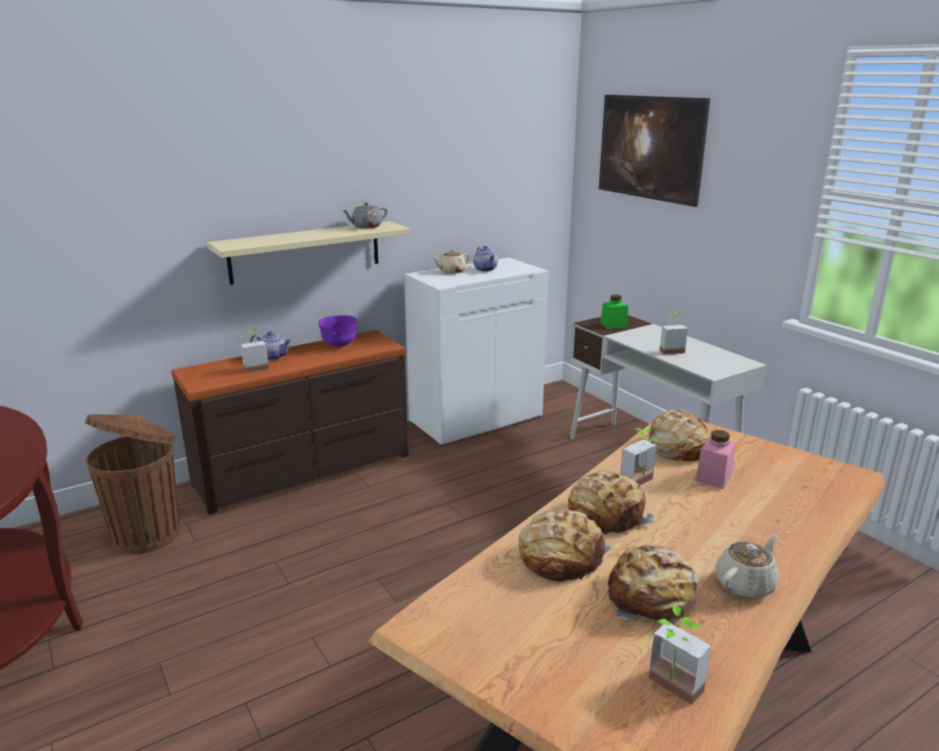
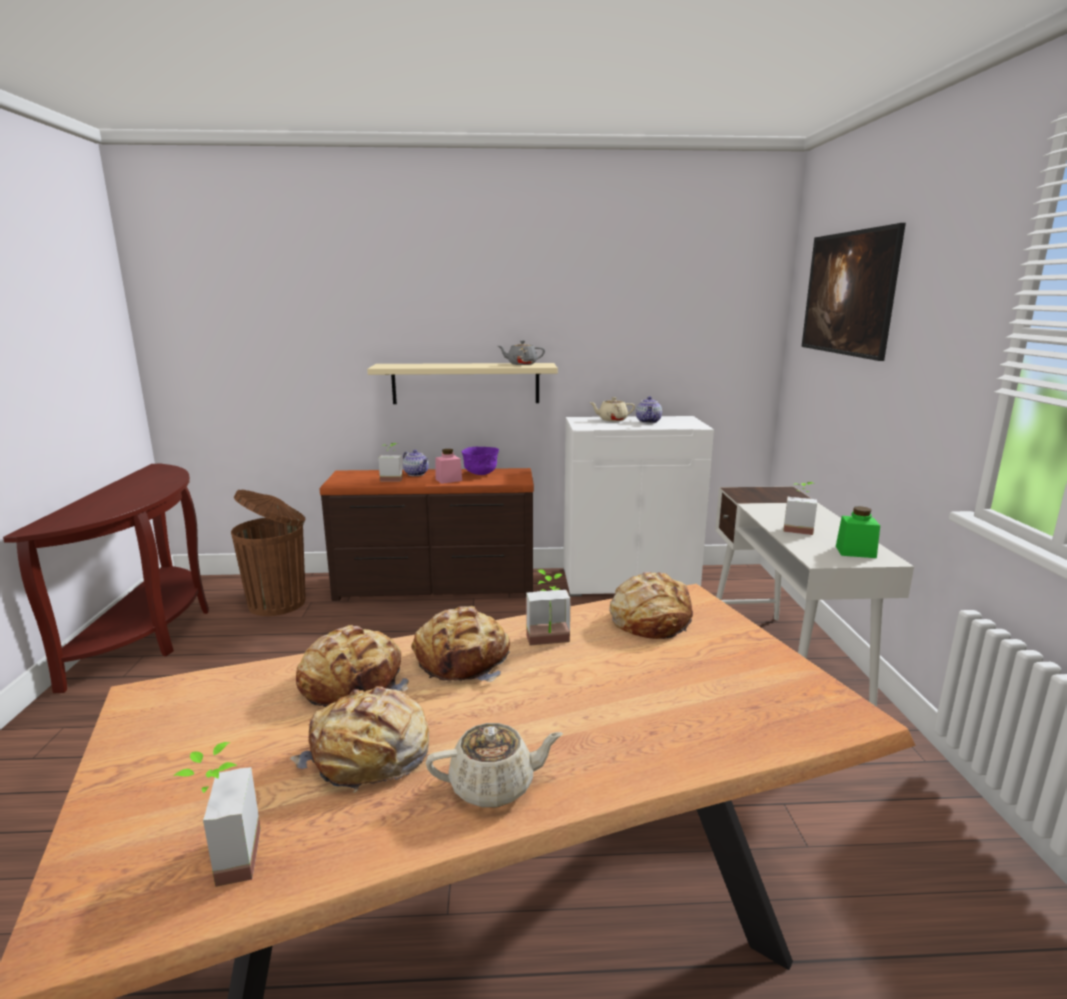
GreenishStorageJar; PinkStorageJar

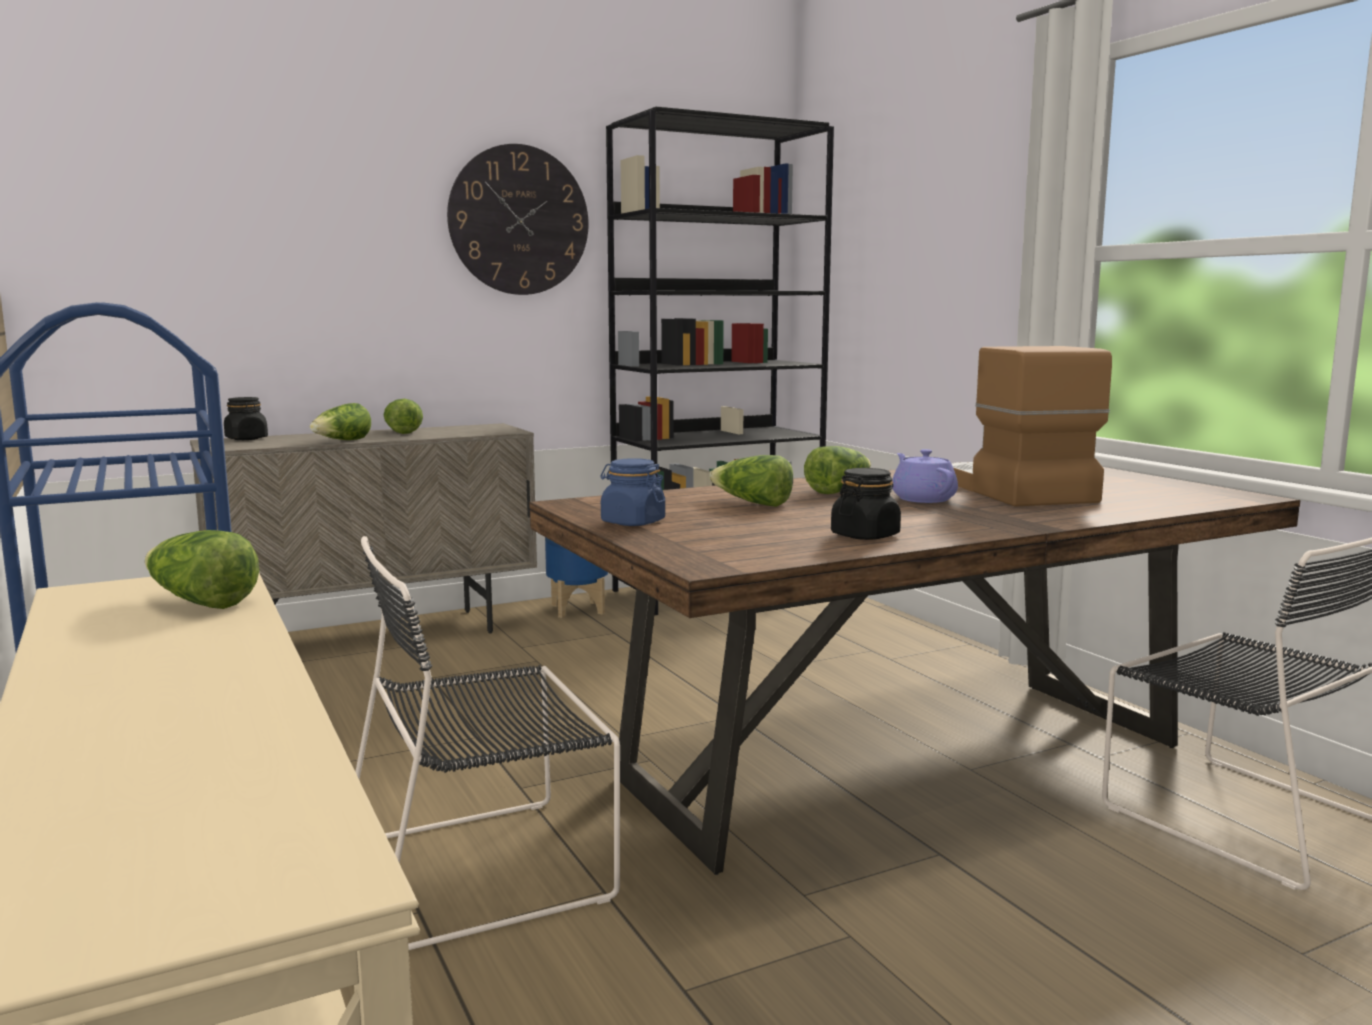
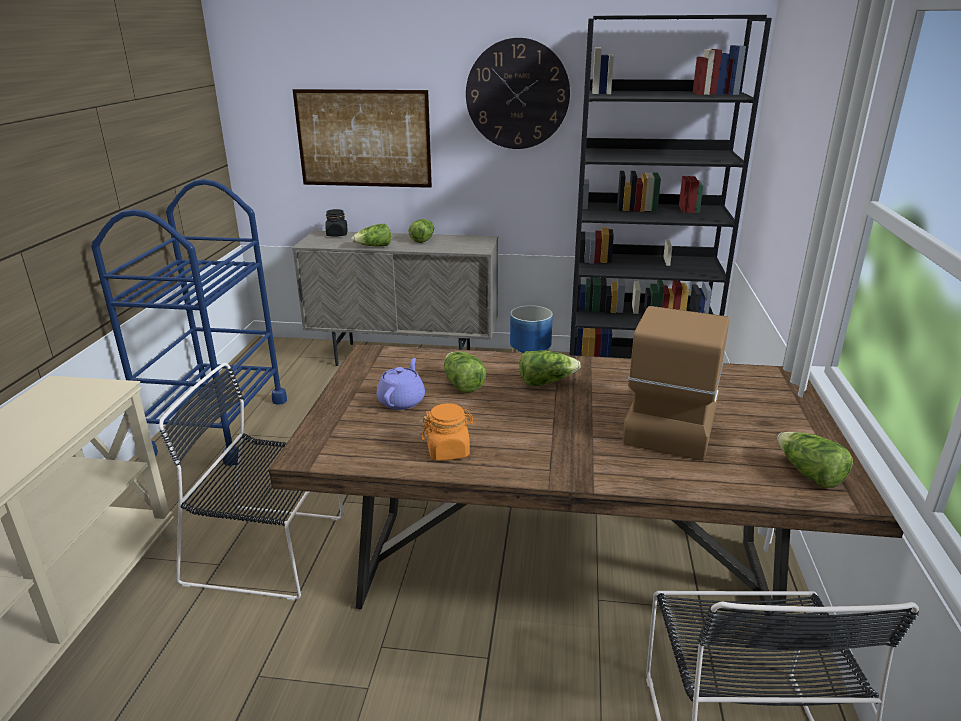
HeadOfLettuce (no. 5 from left); BlueColouredStorageJar; OrangeColouredStorageJar; PurpleColouredTeaPot; WallArt

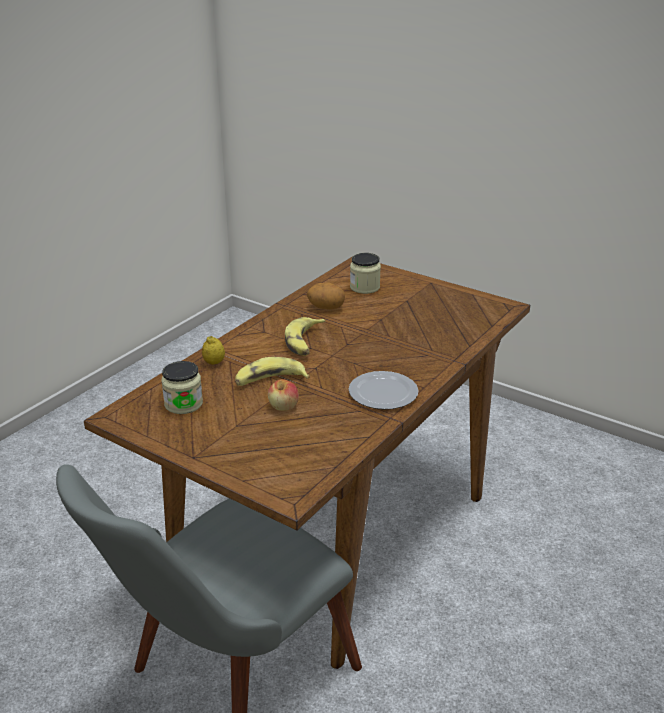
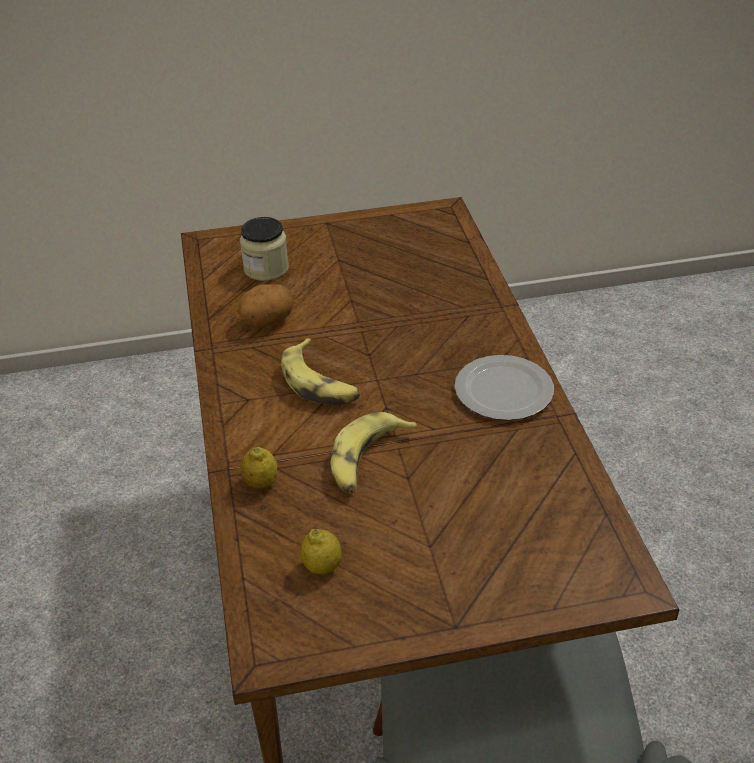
CitrusFruit (no. 2 from left); WholeApple

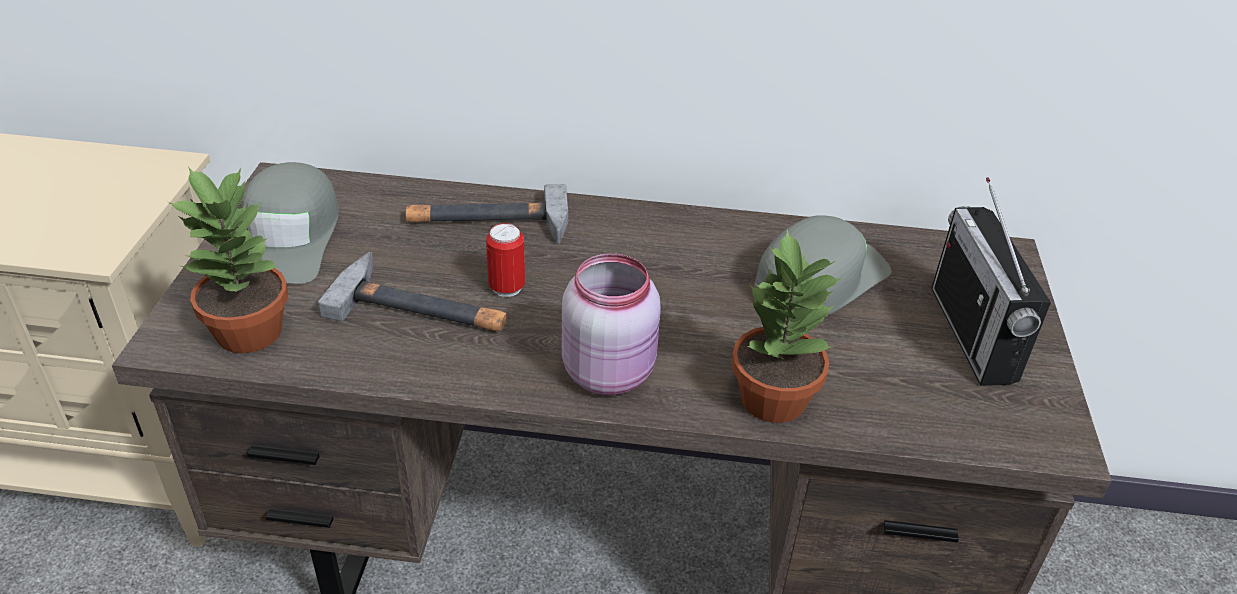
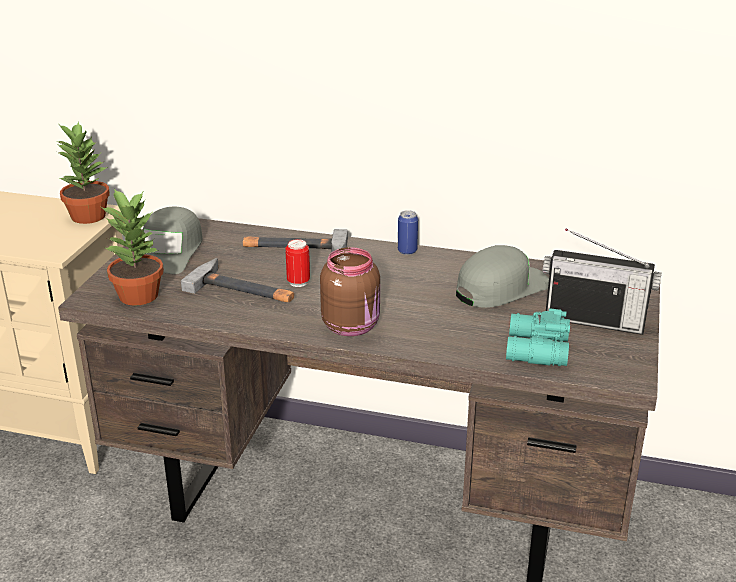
BrownStorageJar; PottedPlant (no. 1 from left); RadioReceiver; MetalCan (no. 2 from left); TurquoiseColouredBinoculars

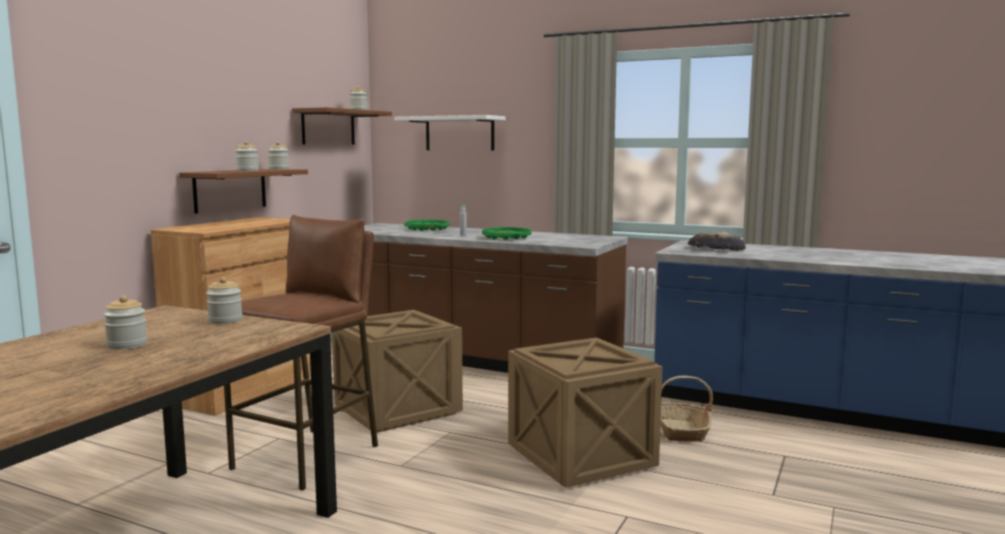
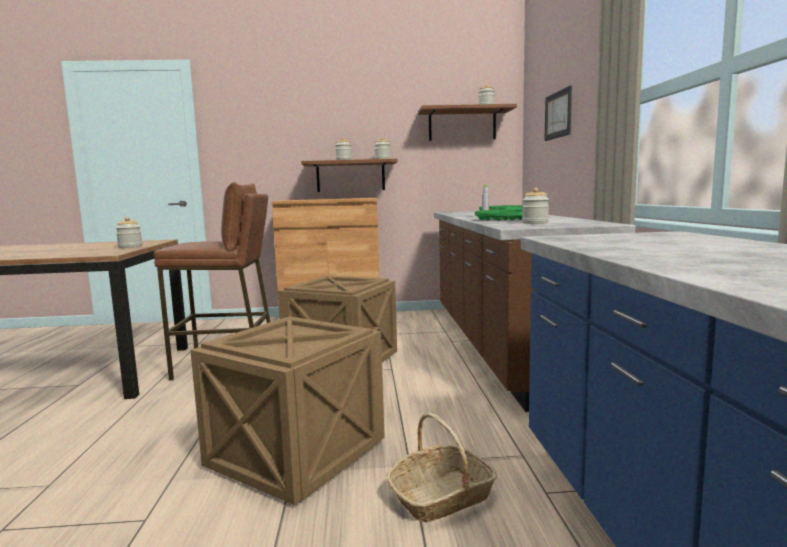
StorageJar (no. 5 from left); WallArt; BakedBread

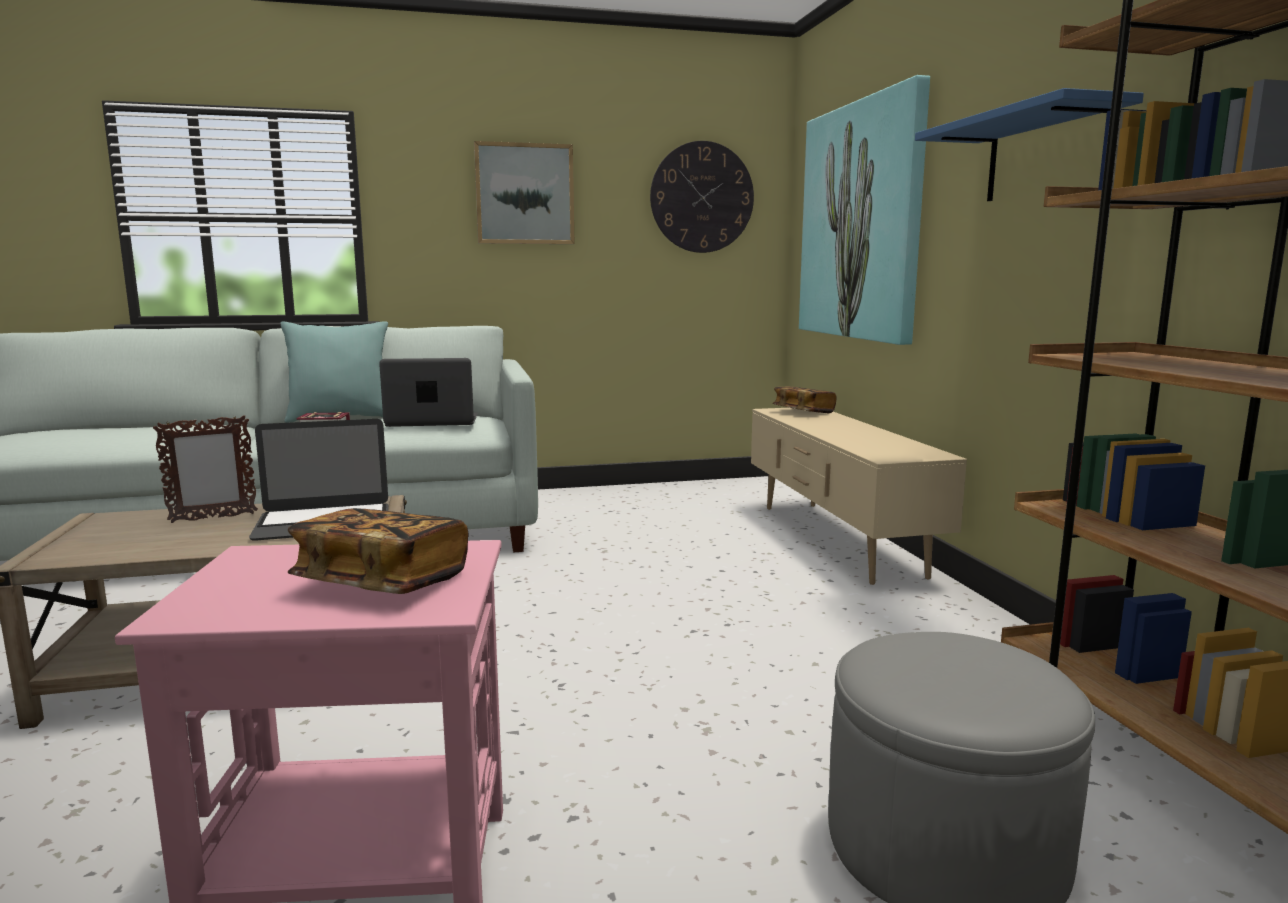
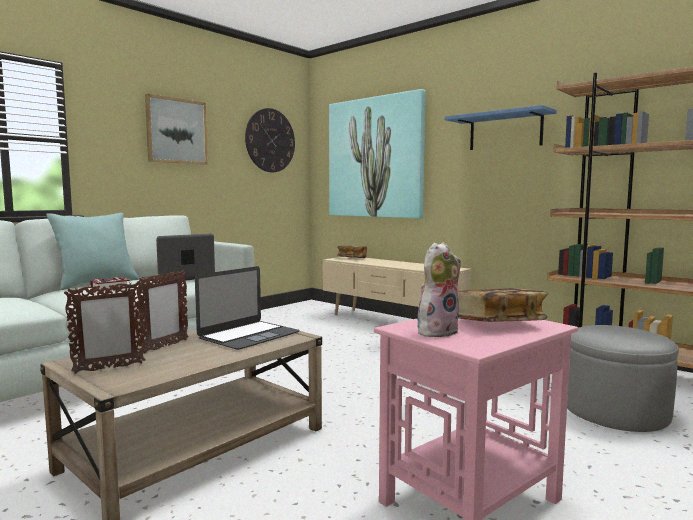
StandingFrame (no. 1 from left); CuddlyToy

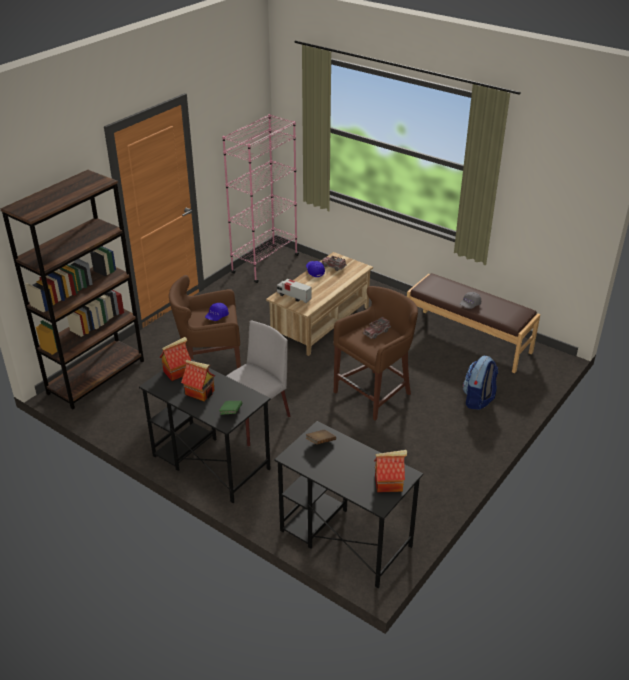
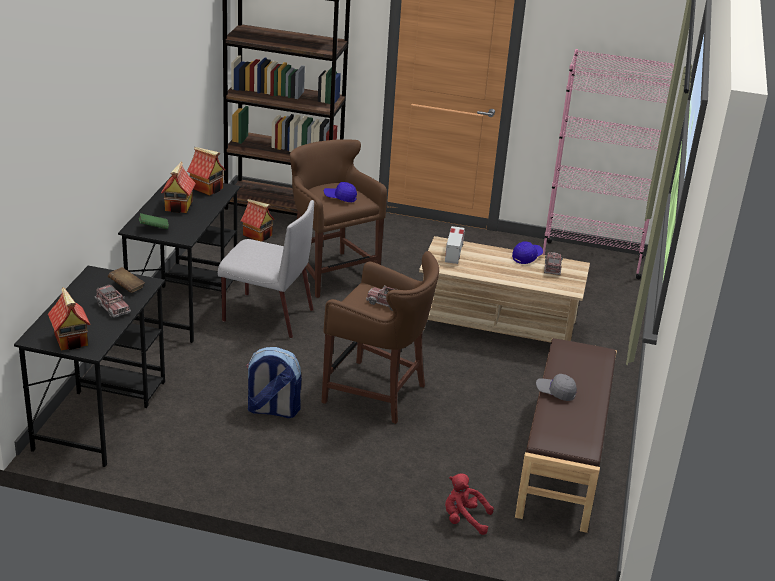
Backpack; ToyTruck (no. 1 from left); ModelHouse (no. 4 from left); RedCuddlyToy

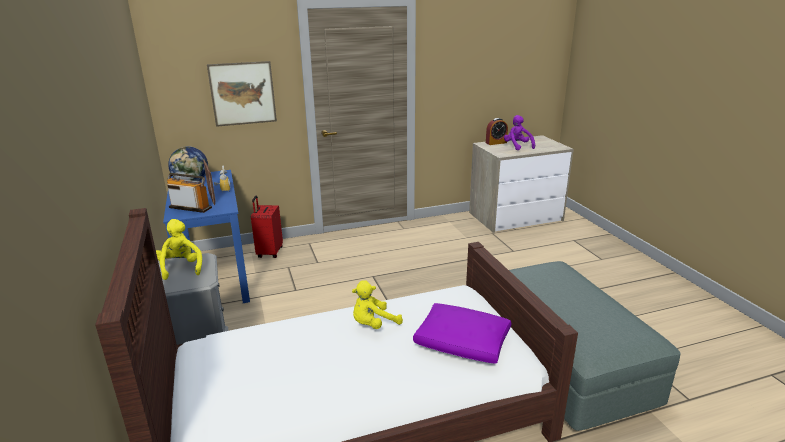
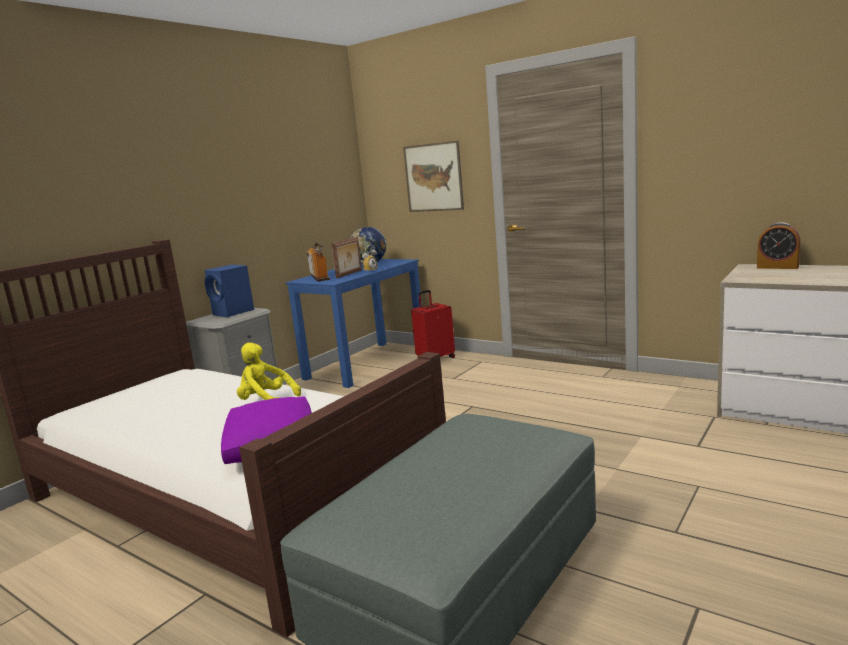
BlueColouredLoudspeaker; PurpleColouredCuddlyToy

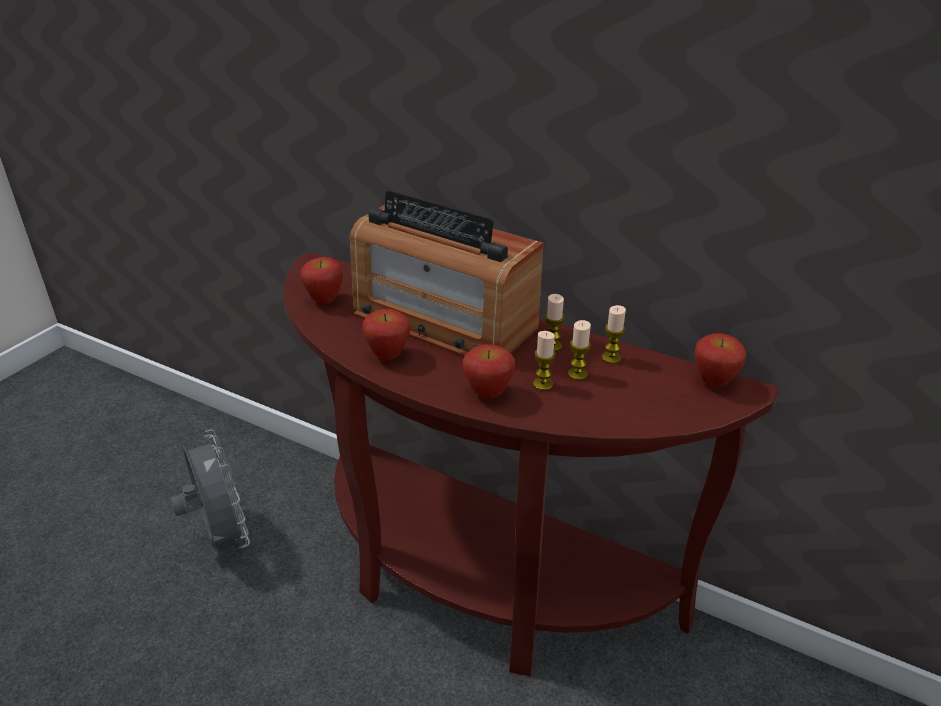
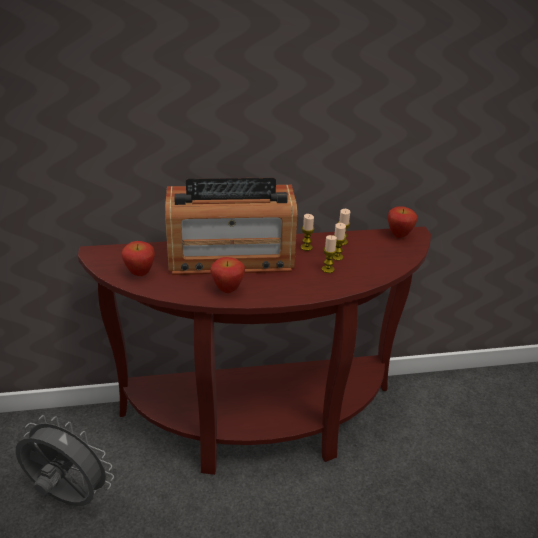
WholeApple (no. 3 from left in the first image)

